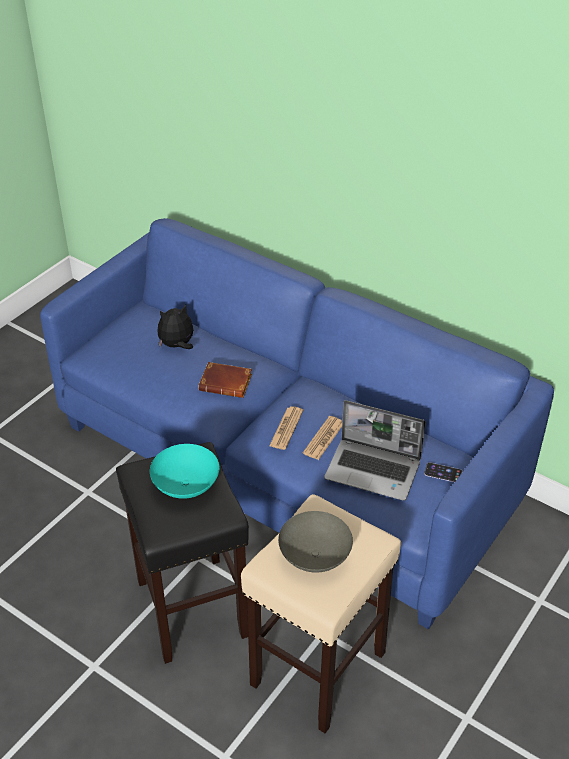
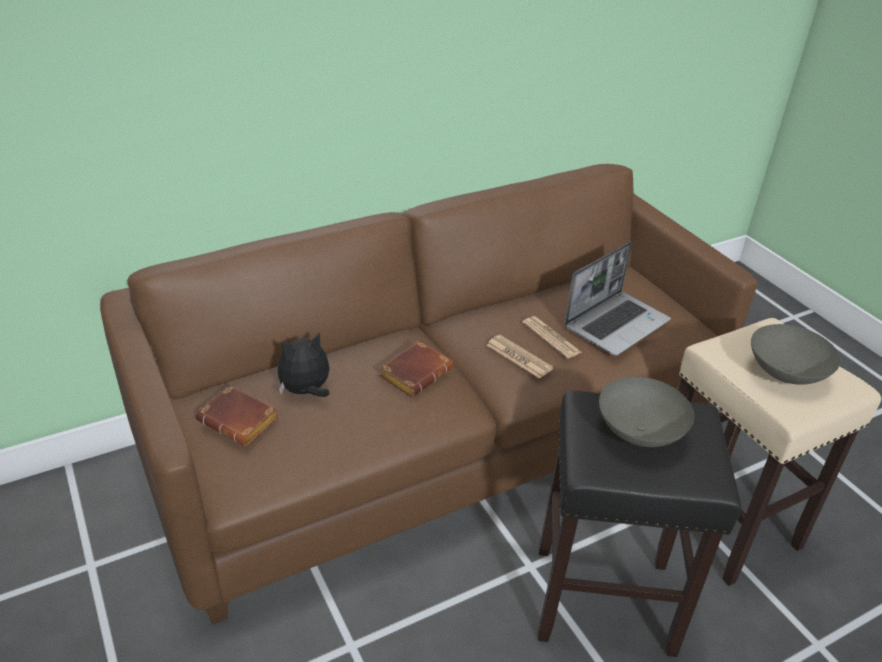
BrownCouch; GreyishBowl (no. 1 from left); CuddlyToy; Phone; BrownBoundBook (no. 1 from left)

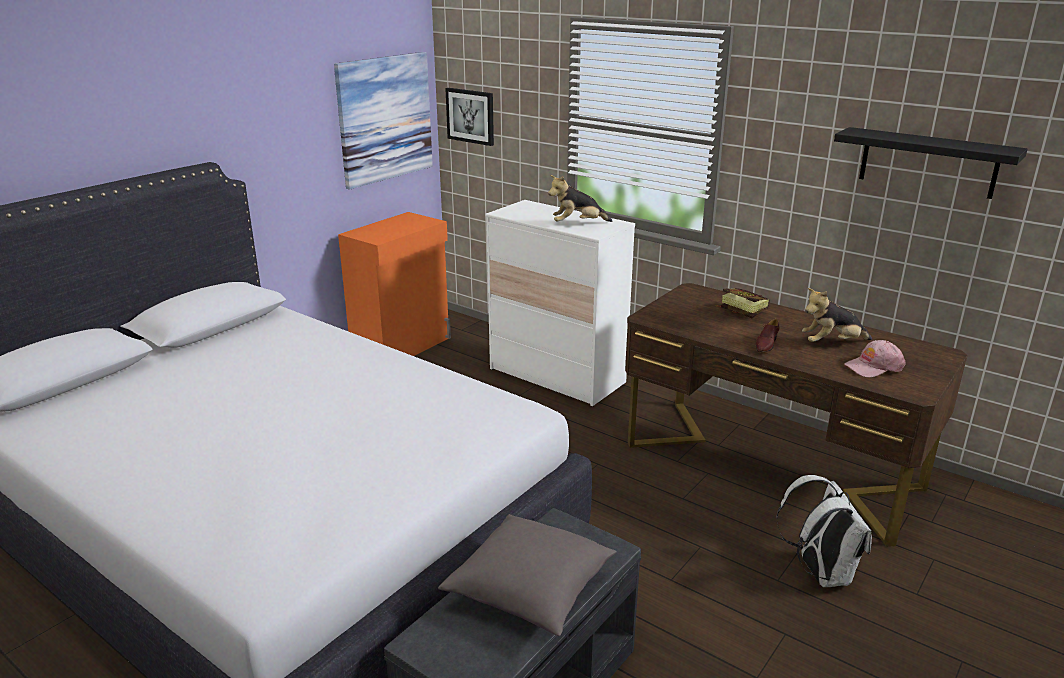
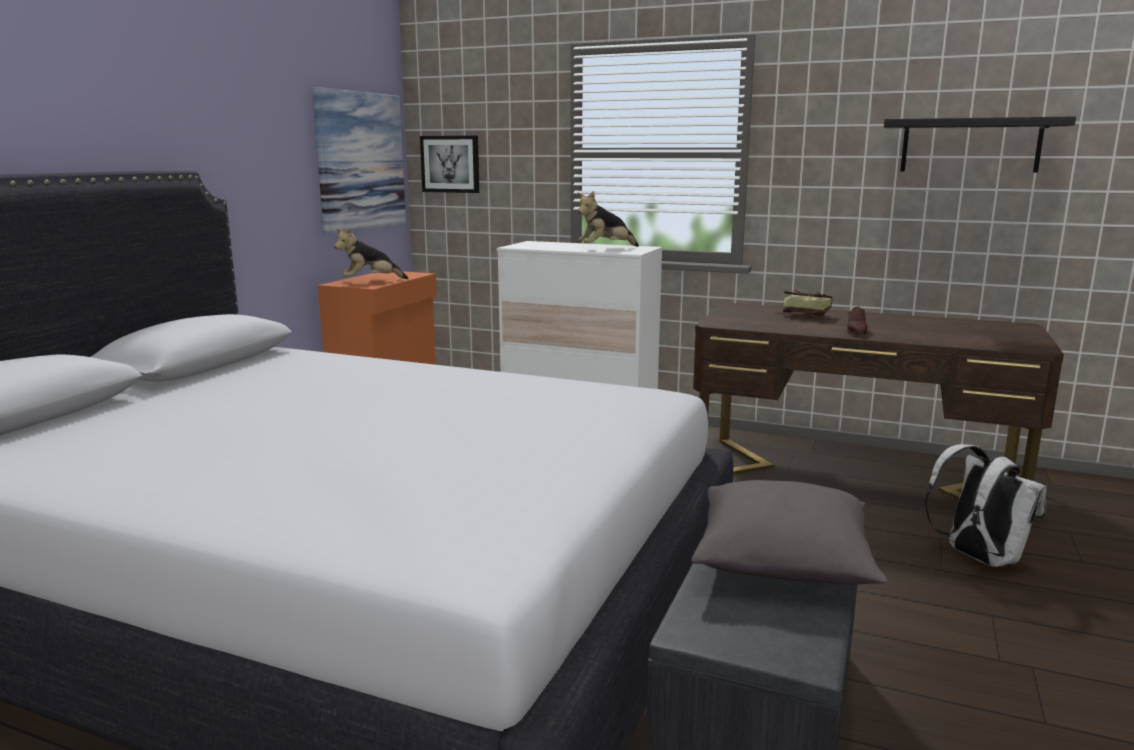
CuddlyToy (no. 1 from left); PinkPeakedCap

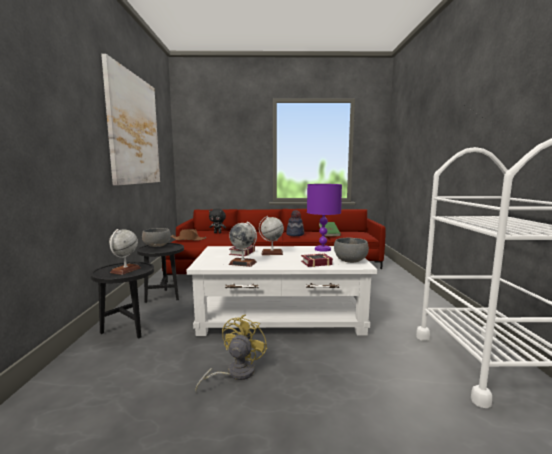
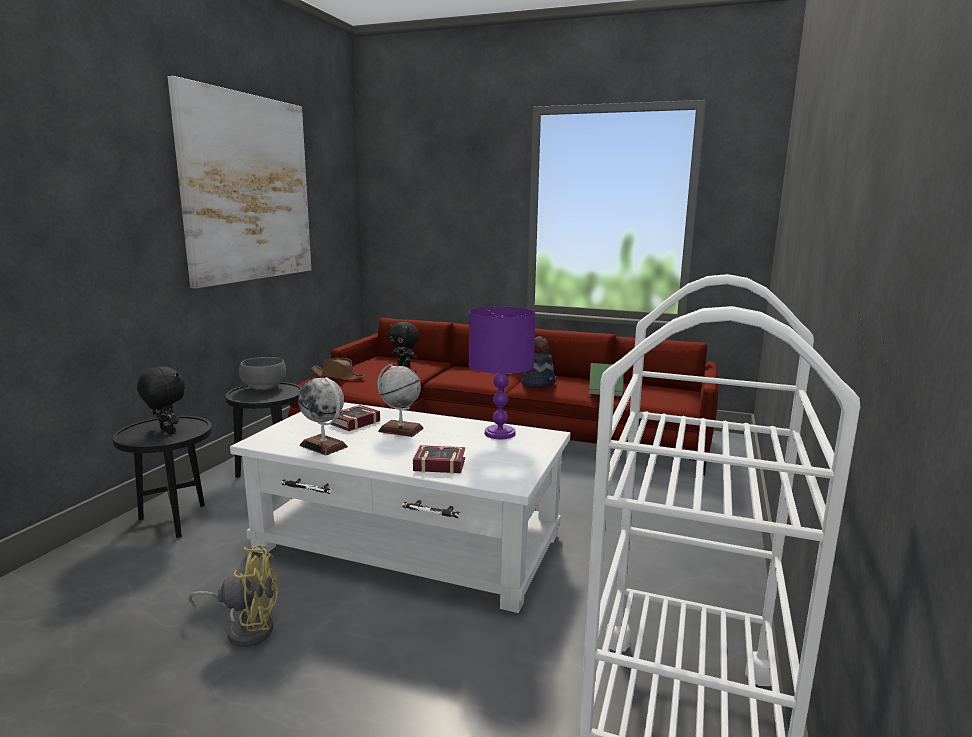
BlackColouredCuddlyToy (no. 1 from left); YellowCoolingFan; GreyishBowl (no. 2 from left in the first image)

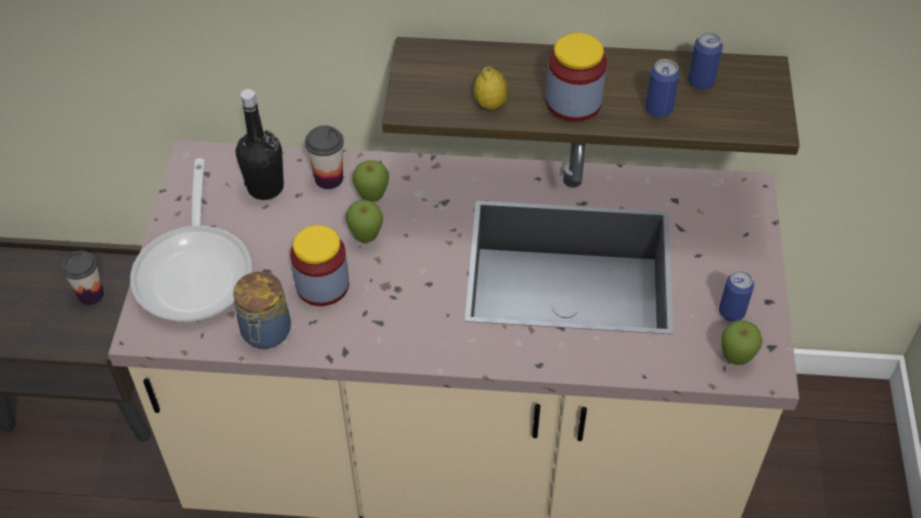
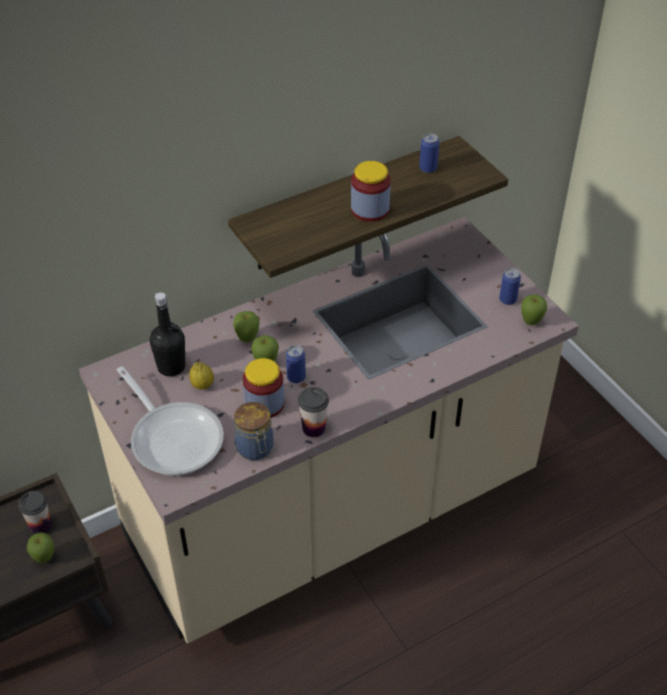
Cup (no. 2 from left); CitrusFruit; MetalCan (no. 1 from left); WholeApple (no. 1 from left)

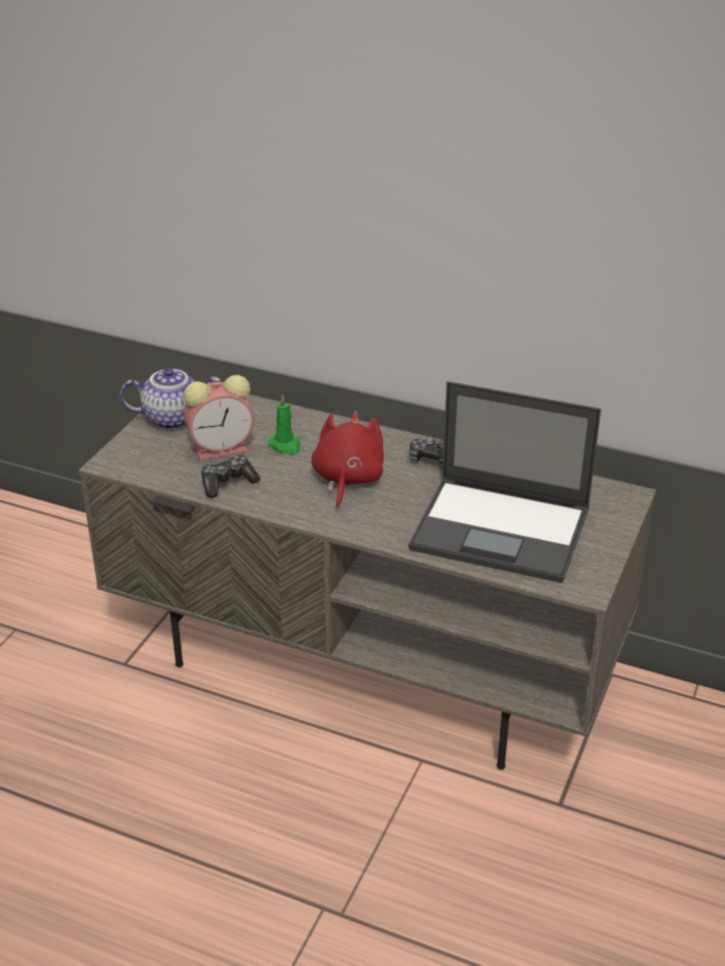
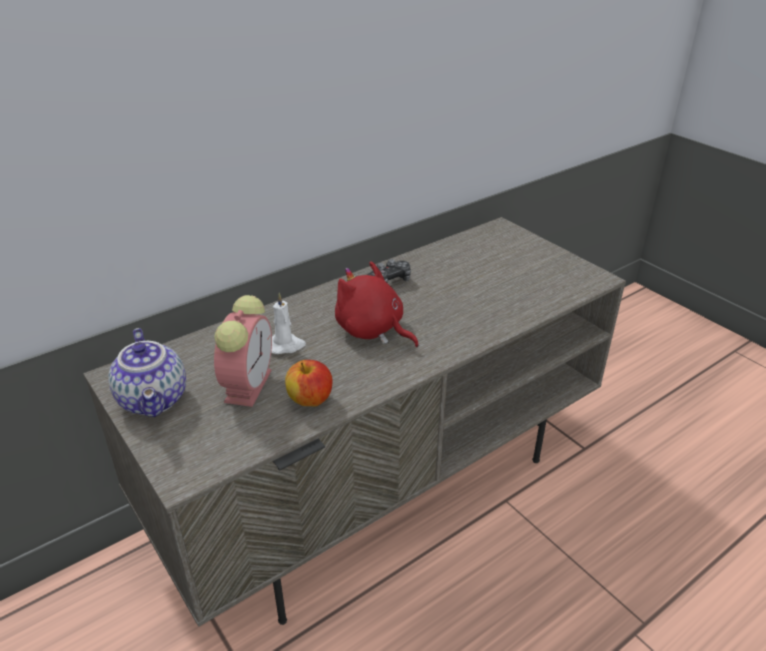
TeaPot; WholeApple; WhitishWaxCandle; PortableComputer

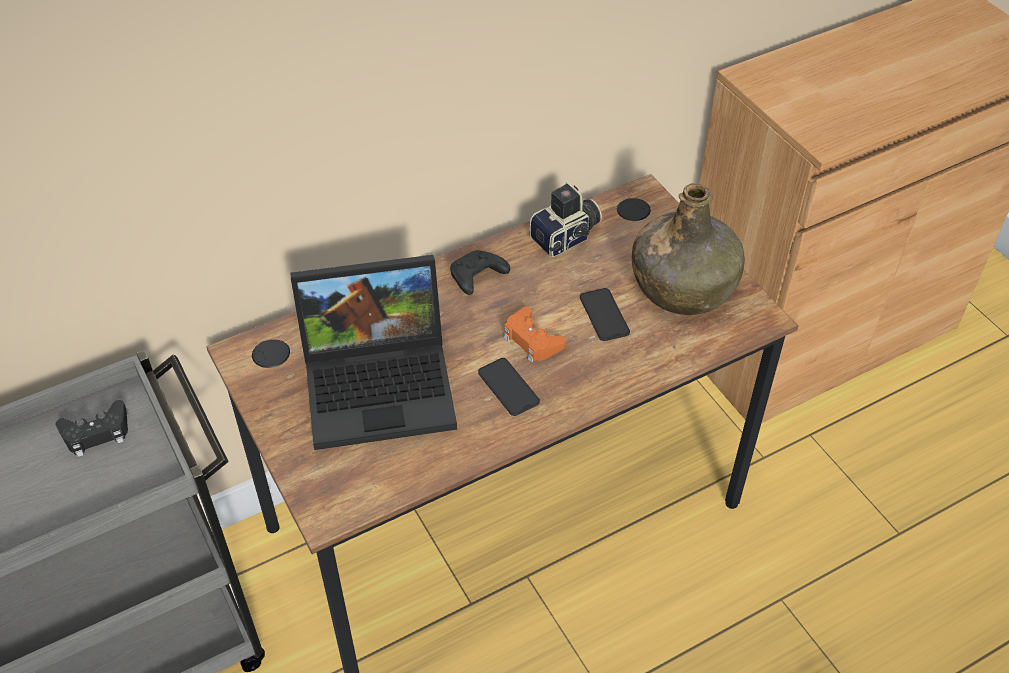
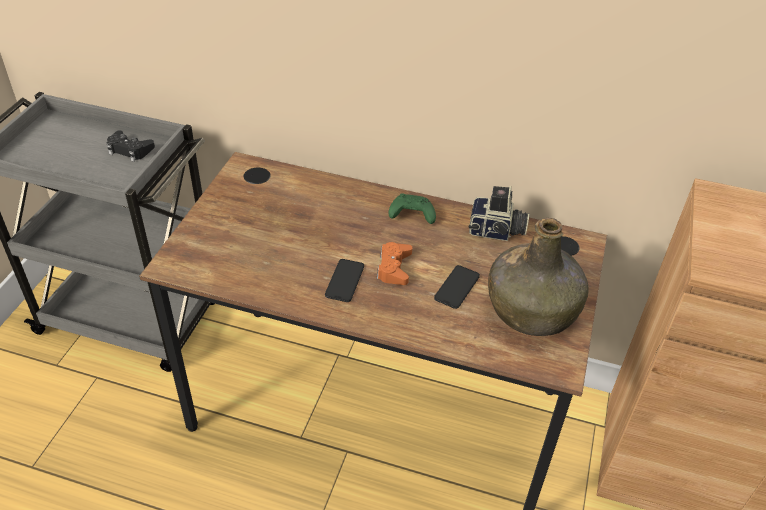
PortableComputer; GreenishJoypad

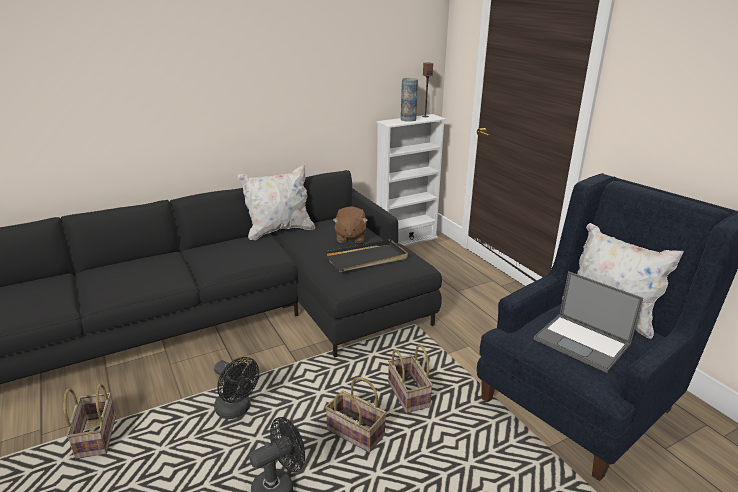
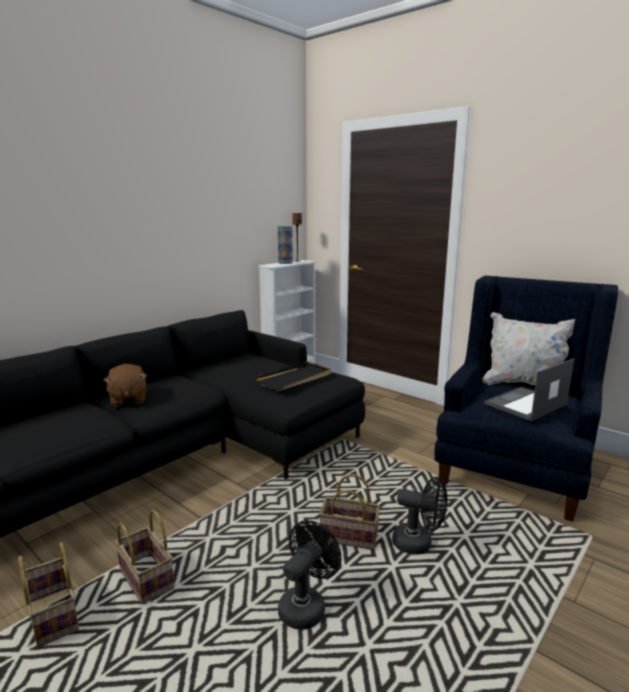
BlackColouredCoolingFan (no. 2 from left); WhitishThrowPillow (no. 1 from left in the first image); BrownCuddlyToy; HouseholdBasket (no. 2 from left); PortableComputer

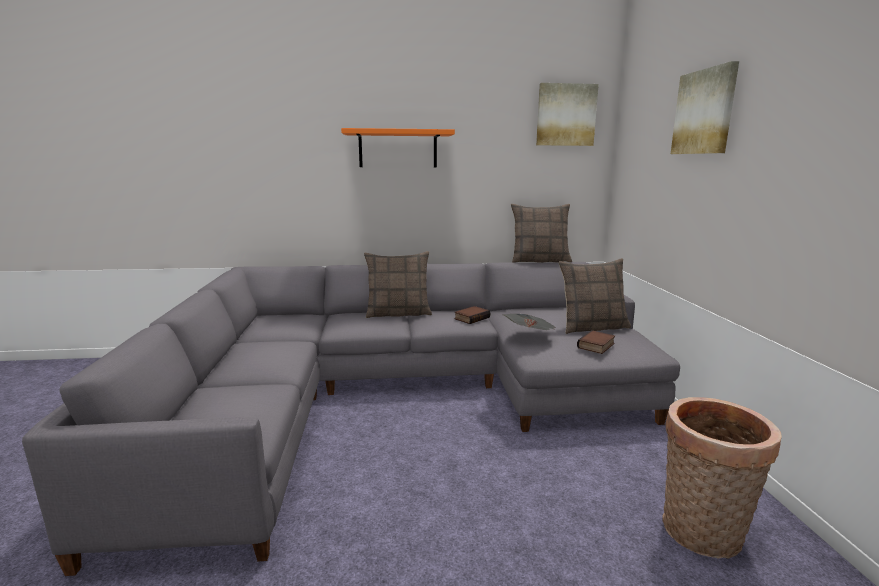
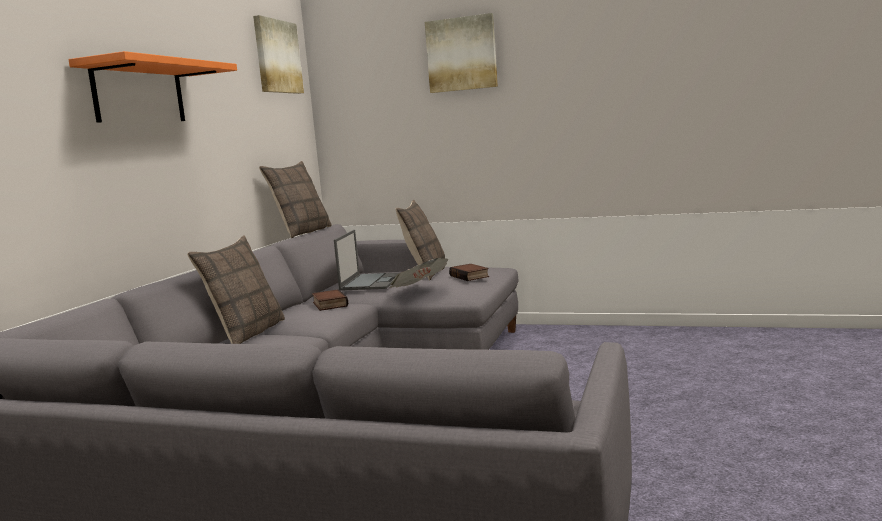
HouseholdBasket; PortableComputer

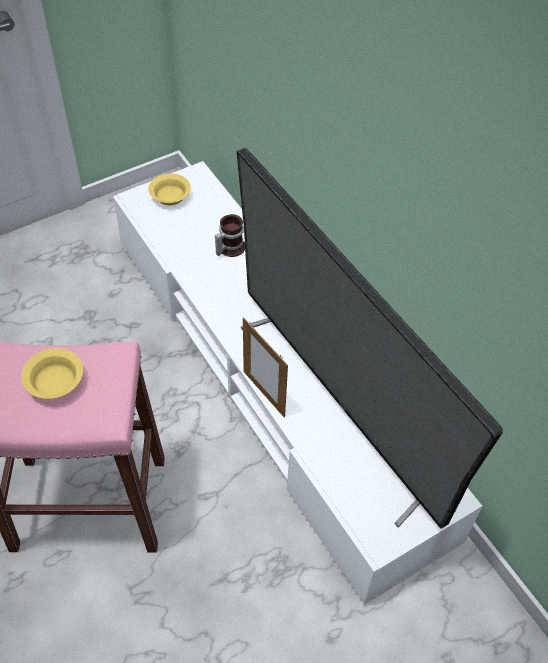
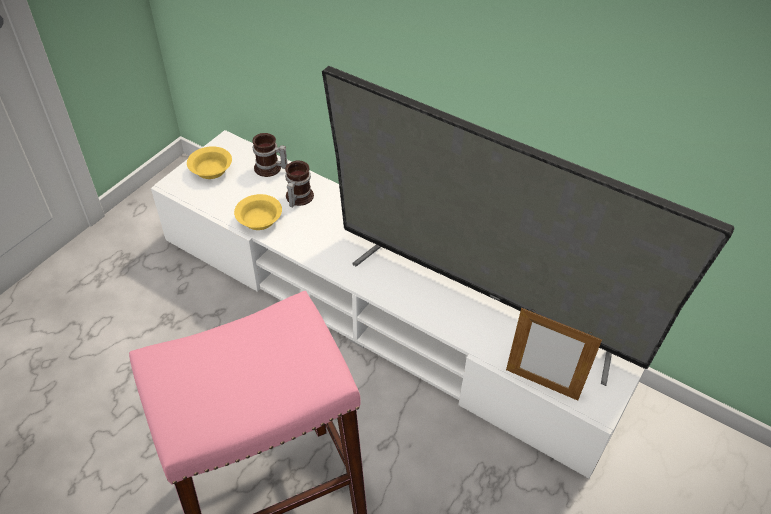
YellowBowl (no. 2 from left); StandingFrame; Mug (no. 1 from left)

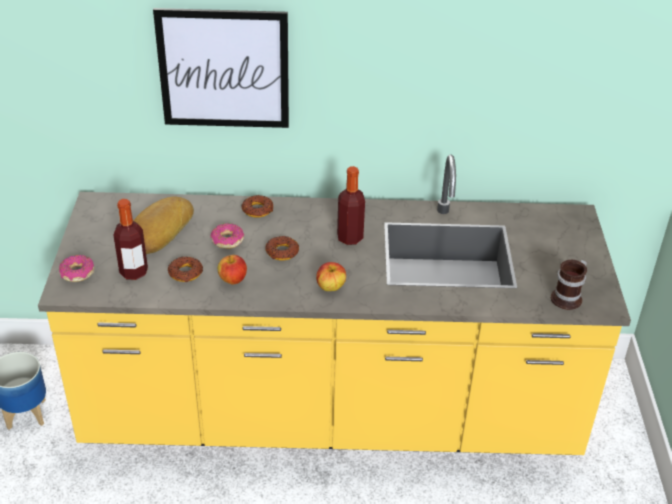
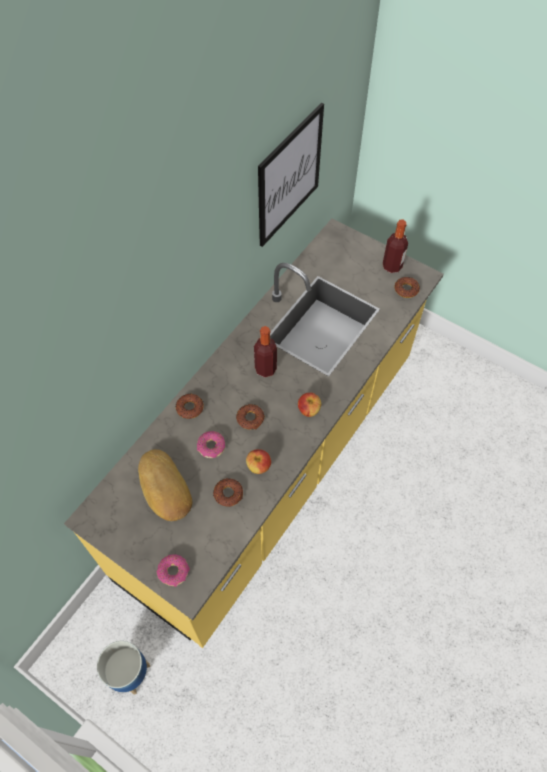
Bottle (no. 2 from left); WallArt; Donut (no. 6 from left)

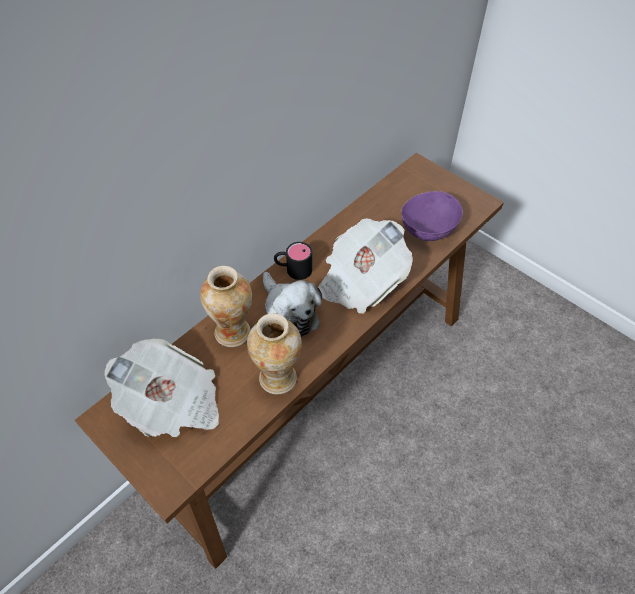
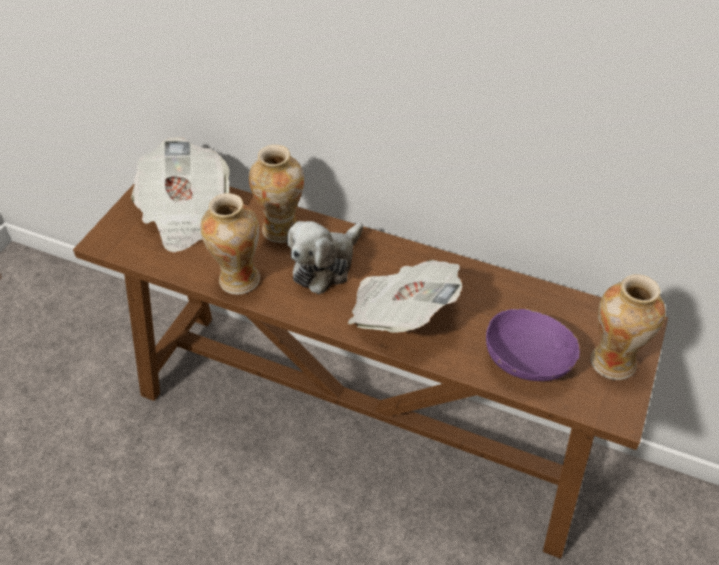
BlackColouredMug; Vase (no. 3 from left)

